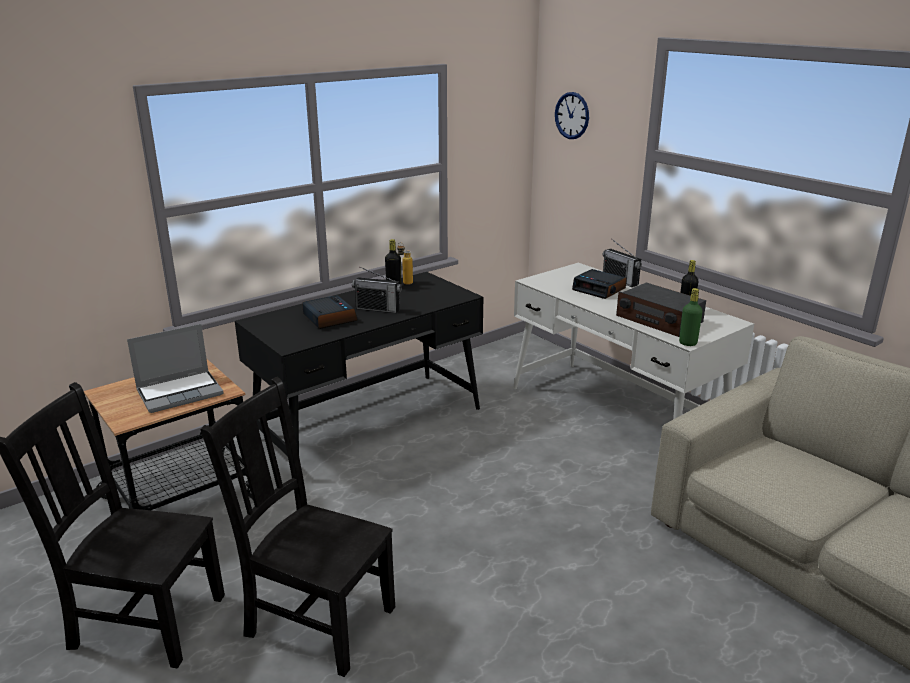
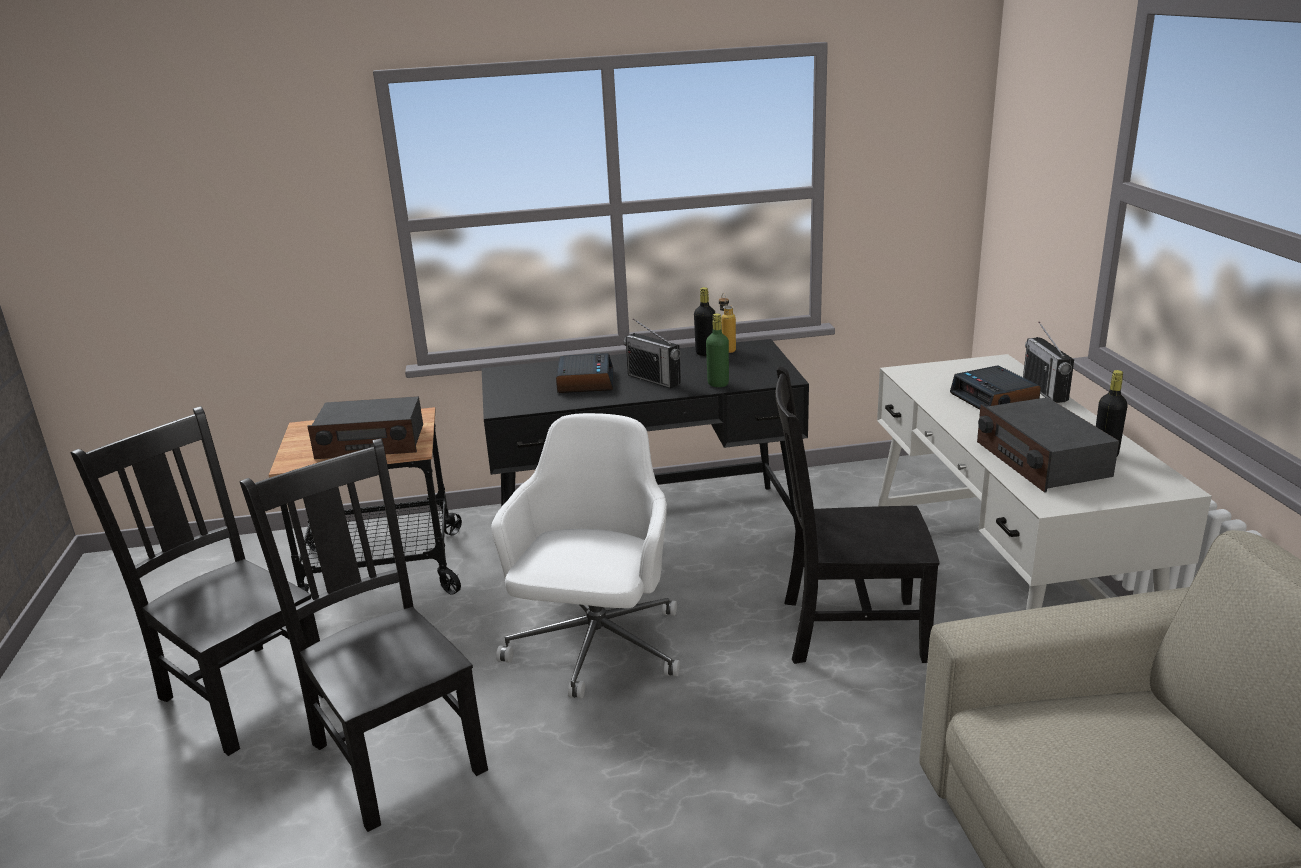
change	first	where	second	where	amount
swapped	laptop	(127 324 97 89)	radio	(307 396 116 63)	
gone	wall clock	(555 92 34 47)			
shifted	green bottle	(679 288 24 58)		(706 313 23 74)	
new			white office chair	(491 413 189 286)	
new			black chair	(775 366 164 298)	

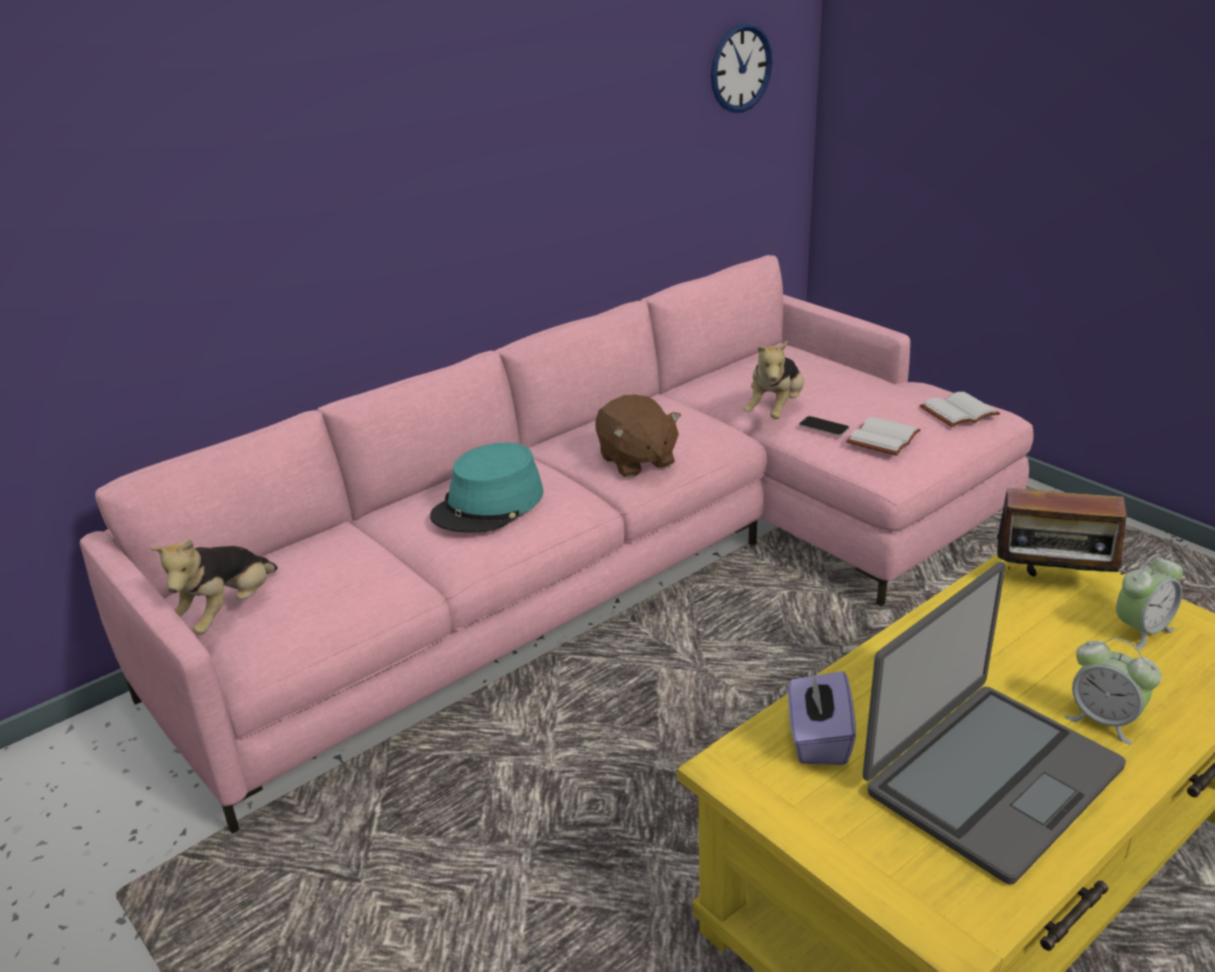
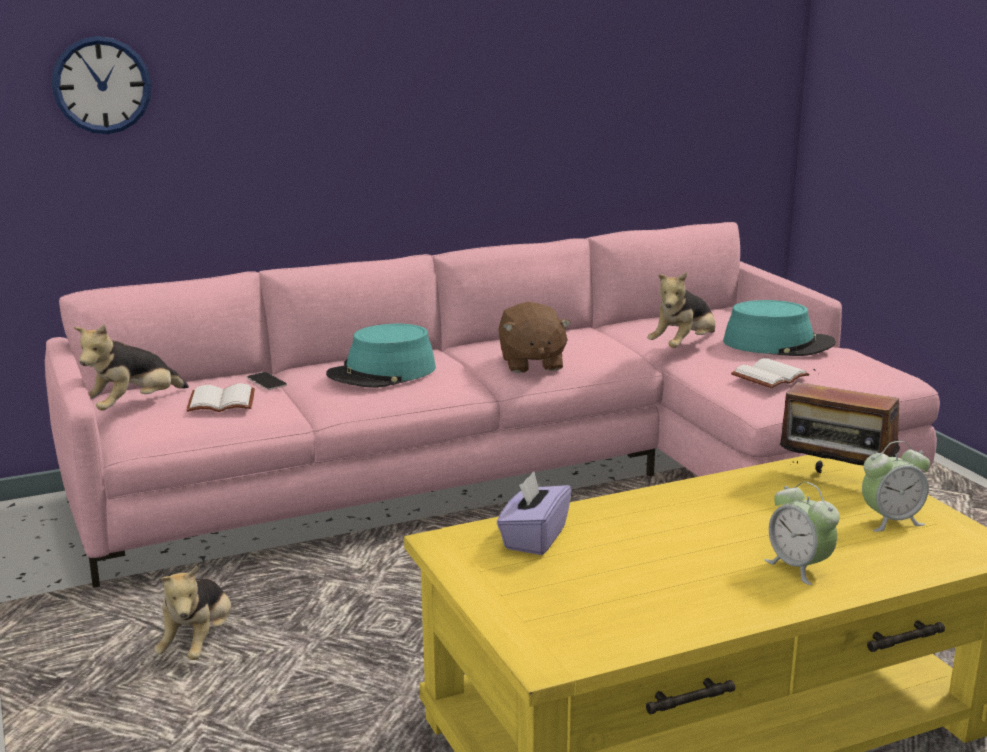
change	first	where	second	where	amount
shifted	wall clock	(711 23 61 90)		(52 36 99 98)	
shifted	phone	(799 416 50 20)		(247 372 40 18)	
gone	laptop	(863 562 263 322)			
shifted	white book	(920 392 80 35)		(186 383 69 29)	
new			plush toy	(154 566 77 94)	
new			turquoise hat	(723 300 113 56)	

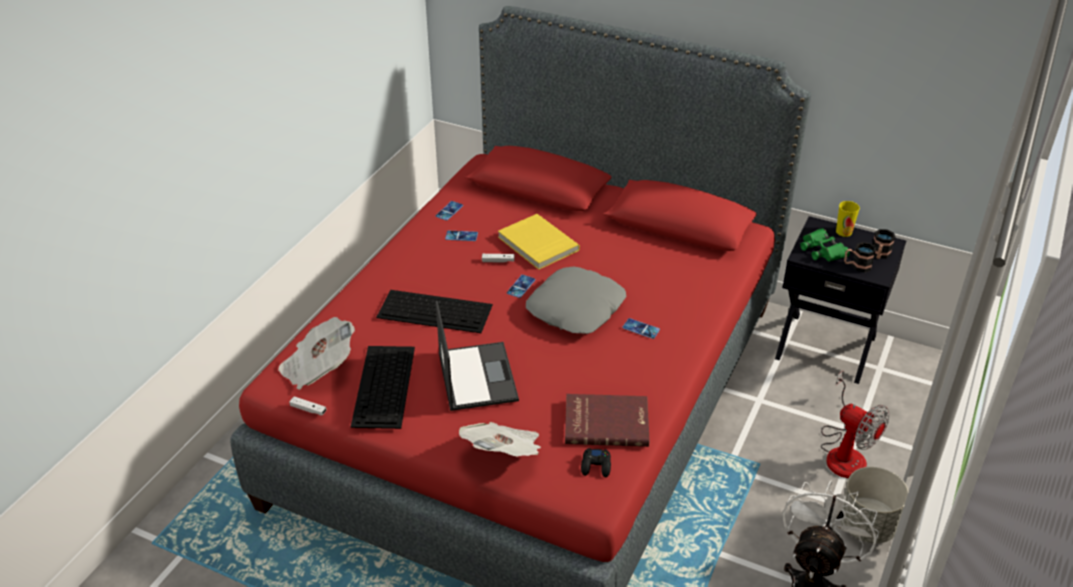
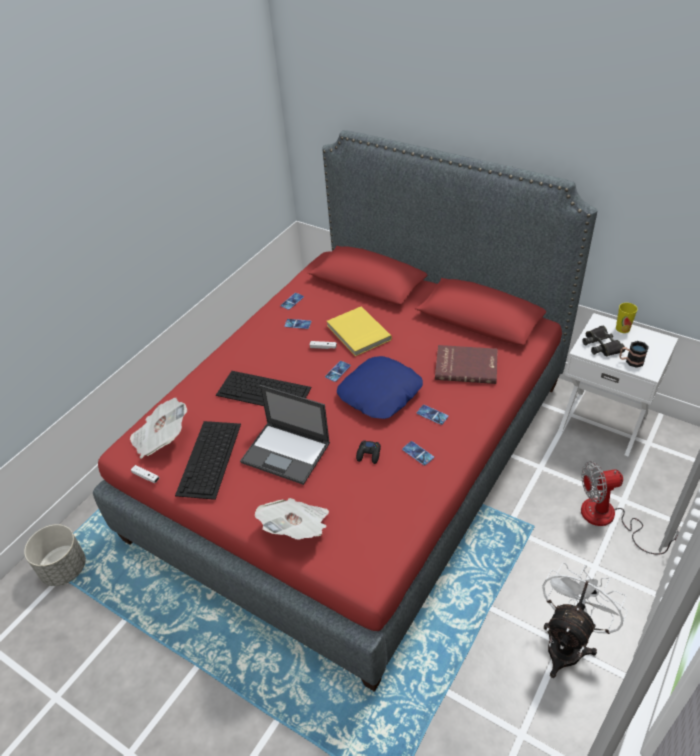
change	first	where	second	where	amount
rotated	laptop	(436 301 83 110)		(240 385 90 100)	120 degrees clockwise
repainted	grey pillow	(526 267 100 67)	blue pillow	(337 356 86 63)	
shifted	red book	(565 394 84 53)		(435 345 62 39)	
shifted	black game controller	(581 448 30 29)		(356 440 25 24)	
repainted	black nightstand	(775 216 131 168)	white nightstand	(559 313 119 143)	
repainted	green binoculars	(800 228 50 34)	black binoculars	(582 326 43 30)	
rotated	fan	(821 370 68 108)		(581 461 98 94)	120 degrees clockwise
shifted	grey planter	(841 467 68 76)		(24 524 62 62)	
gone	mug	(872 229 23 30)			
new			phone	(402 441 32 25)	

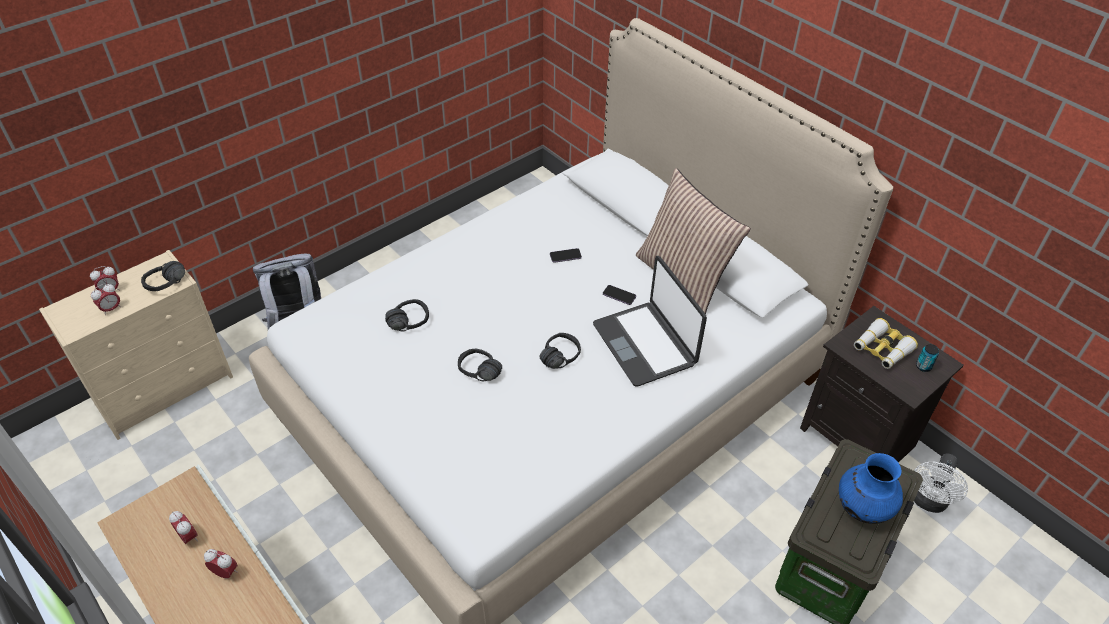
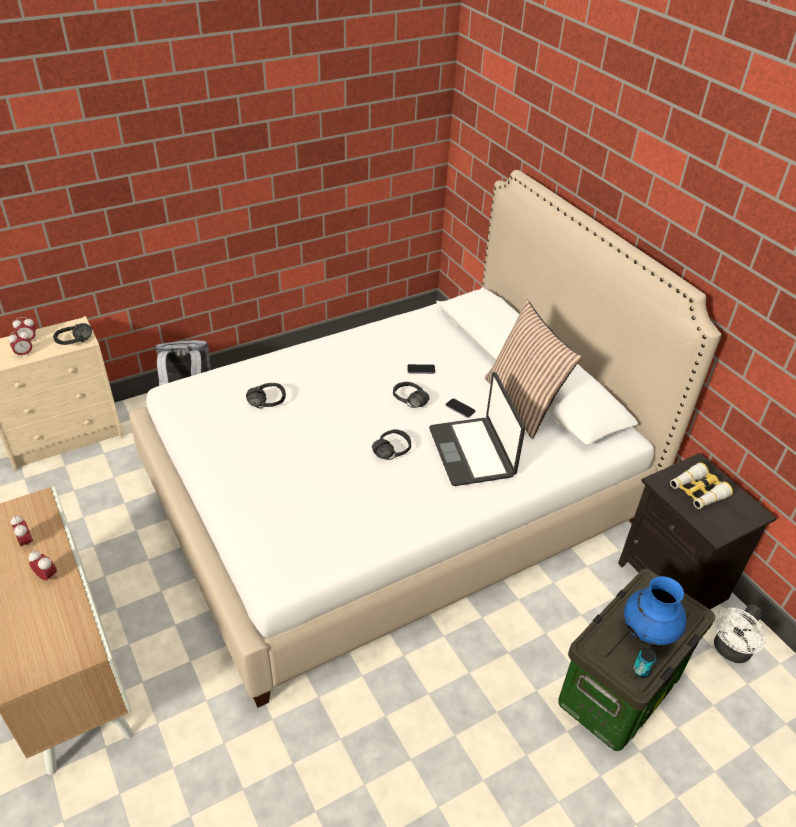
change	first	where	second	where	amount
shifted	black headphones	(458 348 44 33)		(393 382 37 26)	
shifted	can	(916 344 23 28)		(633 648 24 30)	

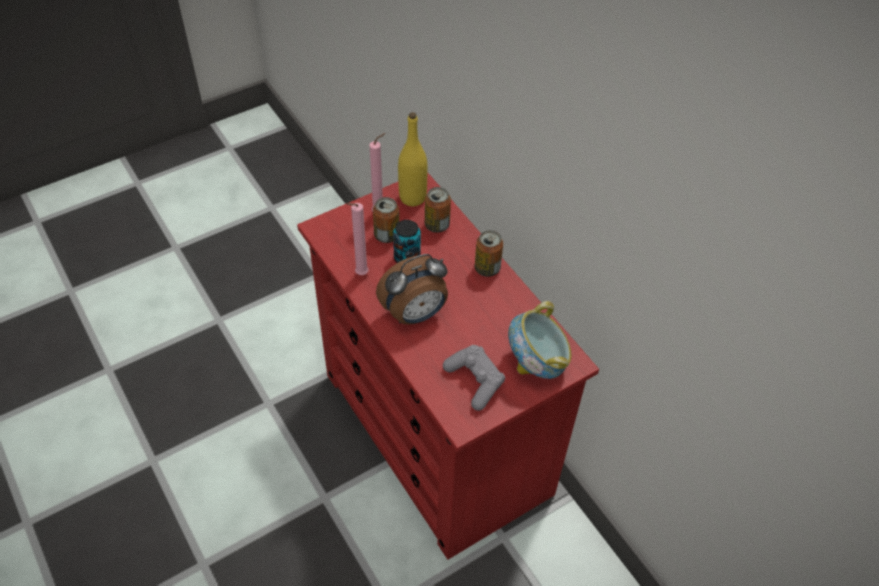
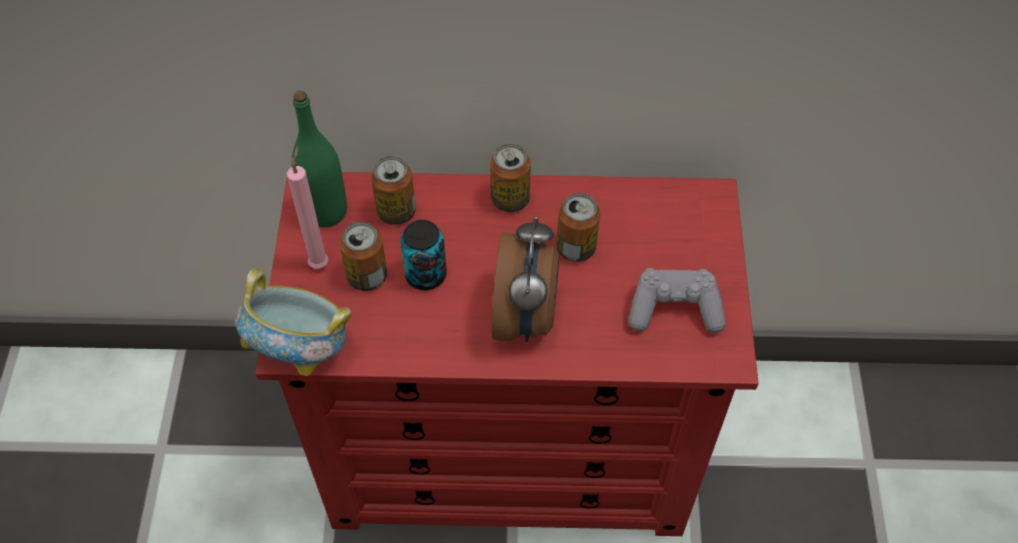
change	first	where	second	where	amount
gone	pink candle	(347 203 22 72)			
repainted	yellow bottle	(398 112 30 94)	green bottle	(291 91 56 136)	
shifted	bowl	(508 301 63 78)		(235 268 117 108)	
new			can	(556 193 44 69)	

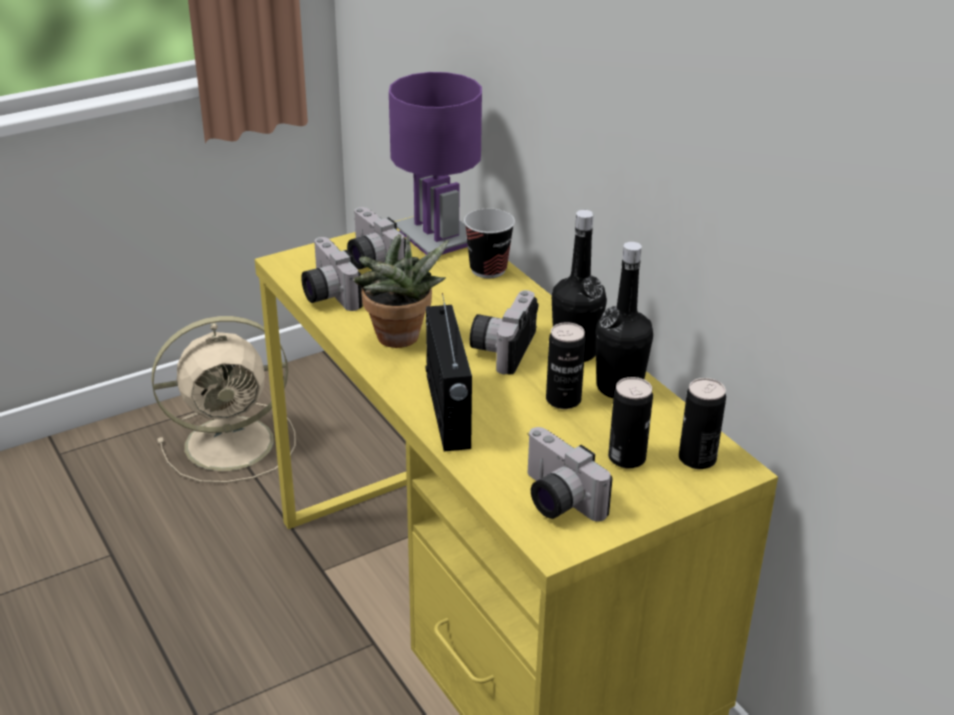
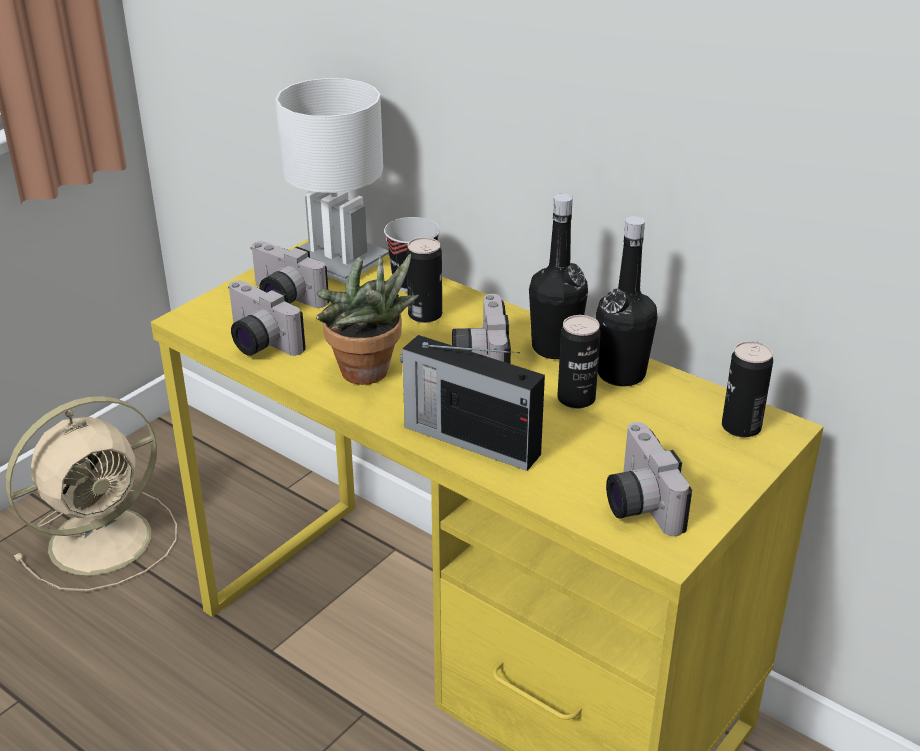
change	first	where	second	where	amount
repainted	purple table lamp	(389 72 93 183)	white table lamp	(275 78 114 205)	
rotated	radio	(425 293 47 158)		(400 335 145 136)	150 degrees clockwise
rotated	photo camera	(527 427 86 95)		(606 422 86 114)	45 degrees clockwise
shifted	can	(608 377 45 91)		(406 237 36 86)	

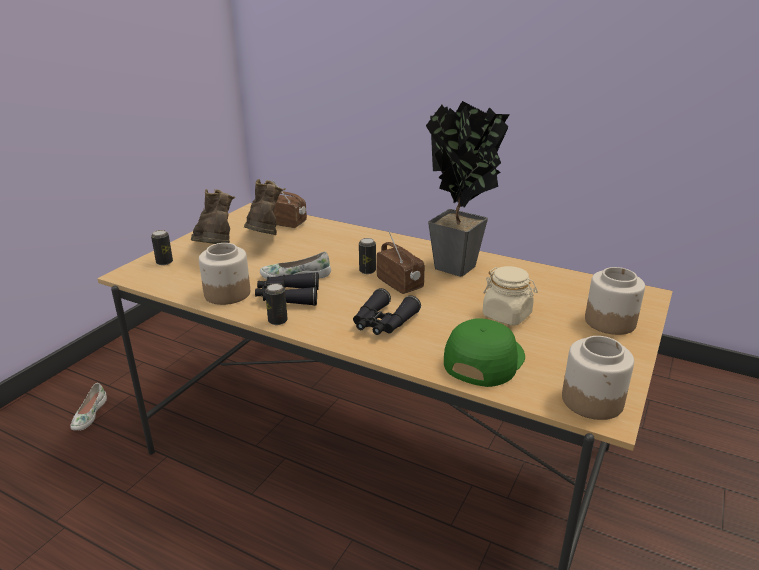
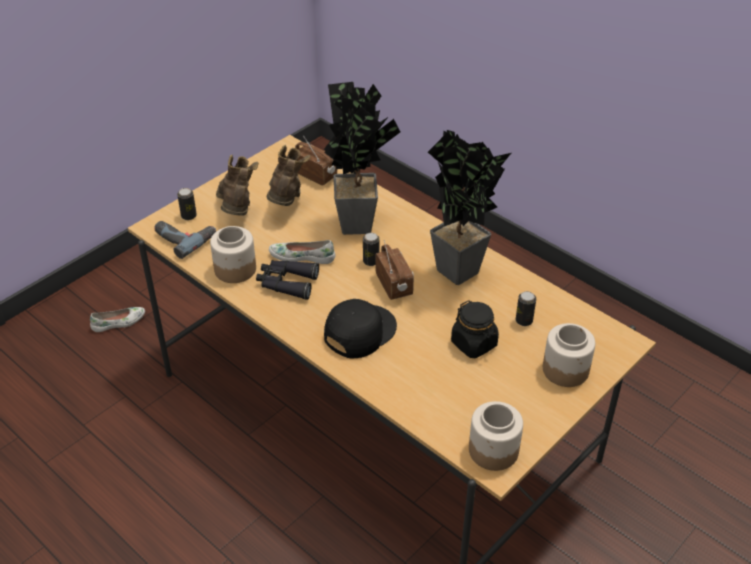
change	first	where	second	where	amount
rotated	white shoe	(70 383 37 48)		(90 307 55 25)	135 degrees counterclockwise
shifted	can	(265 284 23 41)		(516 291 20 35)	
swapped	black binoculars	(353 288 68 47)	black cap	(324 299 73 59)	
gone	green cap	(444 318 81 69)			
repainted	beige jar	(483 266 55 60)	black jar	(451 300 48 58)	
new			power drill	(154 221 62 38)	
new			potted plant	(324 82 76 153)	

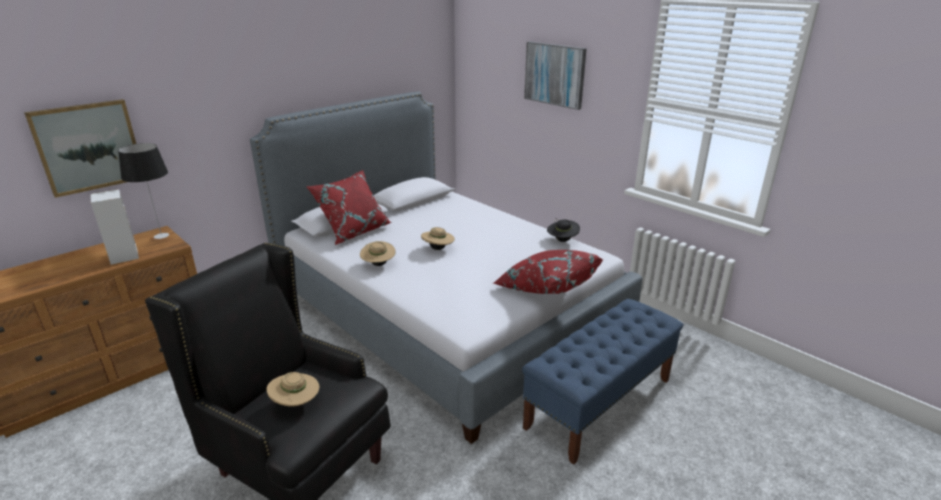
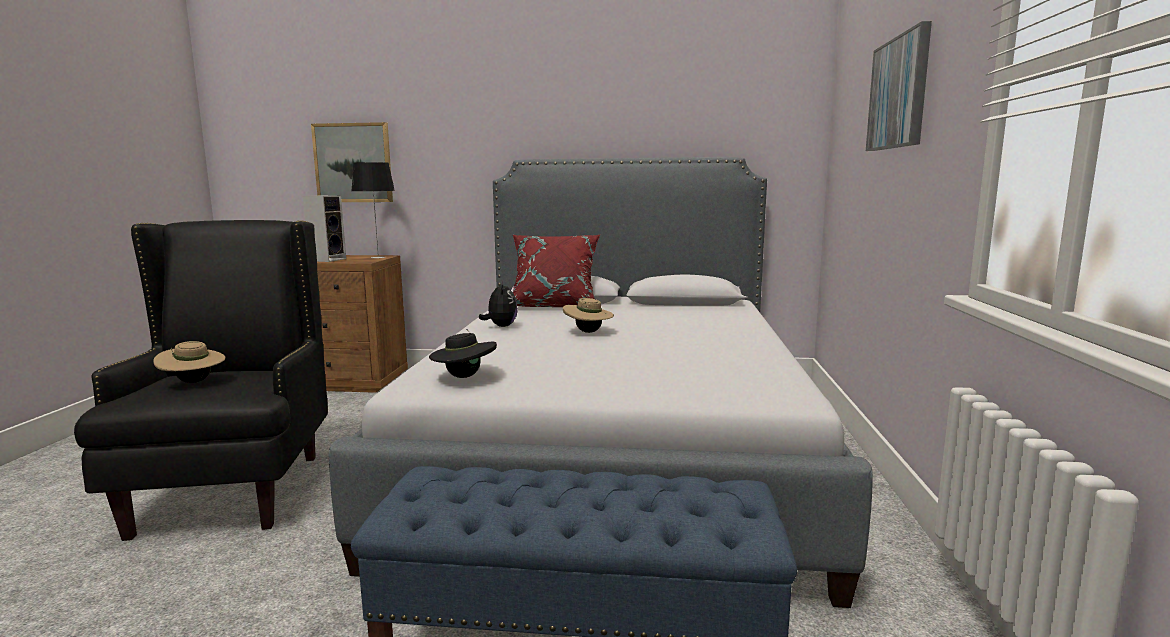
change	first	where	second	where	amount
swapped	beige hat	(360 241 36 25)	plush toy	(479 281 39 46)	
gone	red pillow	(493 250 110 44)			
shifted	black hat	(547 218 33 24)		(429 329 68 49)	

